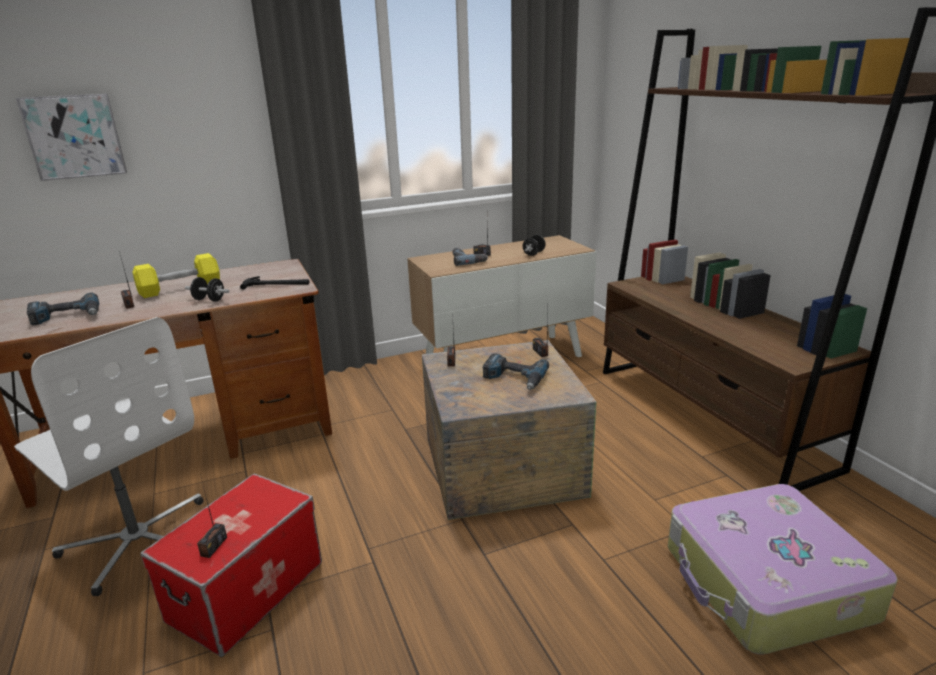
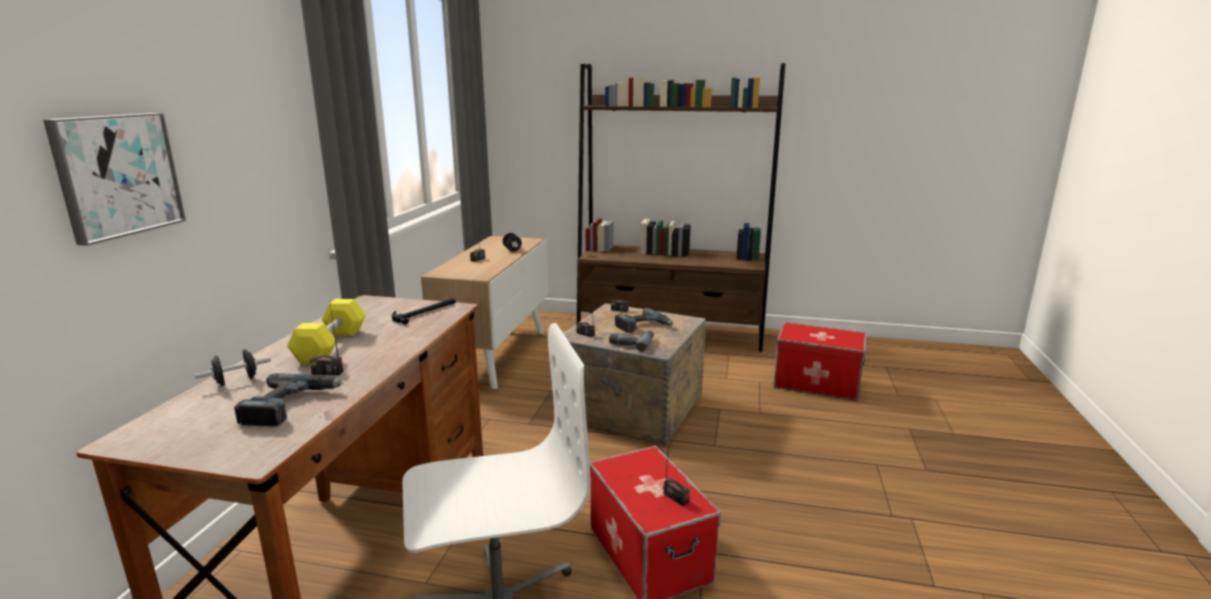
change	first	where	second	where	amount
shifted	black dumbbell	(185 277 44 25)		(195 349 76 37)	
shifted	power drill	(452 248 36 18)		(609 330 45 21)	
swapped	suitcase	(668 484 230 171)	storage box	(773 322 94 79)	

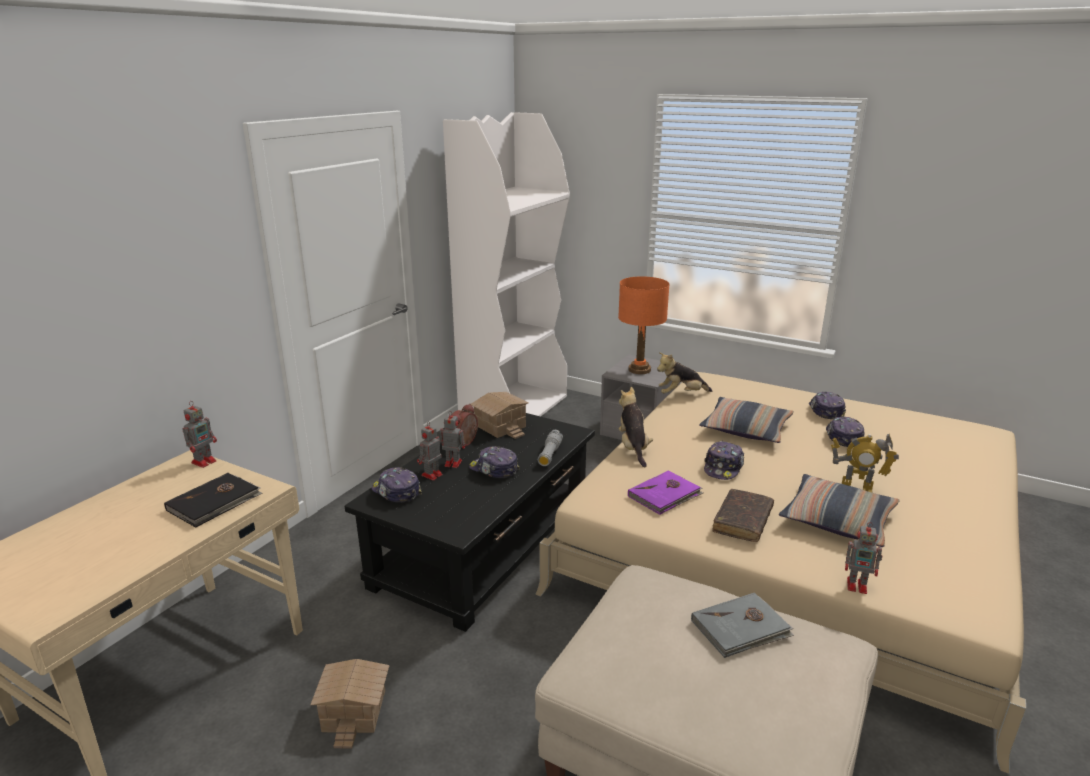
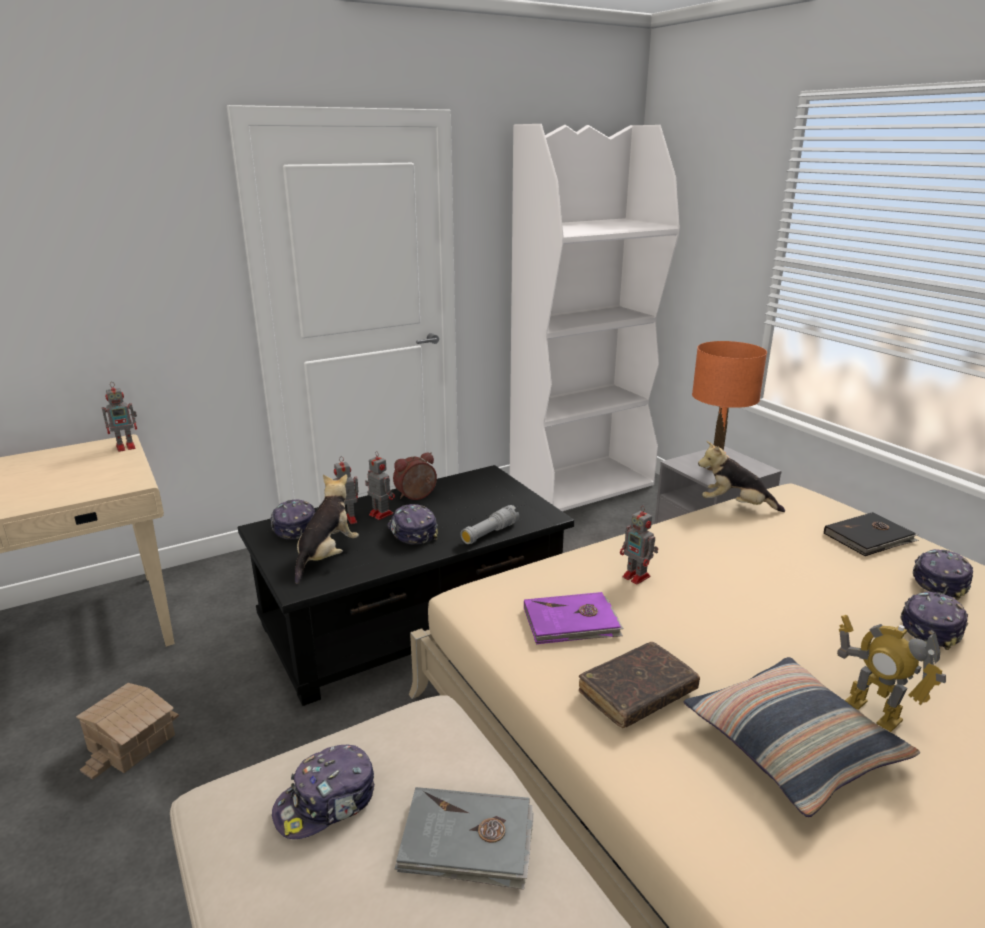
change	first	where	second	where	amount
shifted	black book	(164 473 99 54)		(824 512 95 44)	
gone	toy house	(471 392 57 47)			
shifted	plush toy	(619 387 34 80)		(295 474 64 110)	
gone	pillow	(699 397 95 46)			
shifted	cap	(704 441 40 39)		(272 745 103 94)	
shifted	toy robot	(845 522 37 72)		(620 506 38 78)	

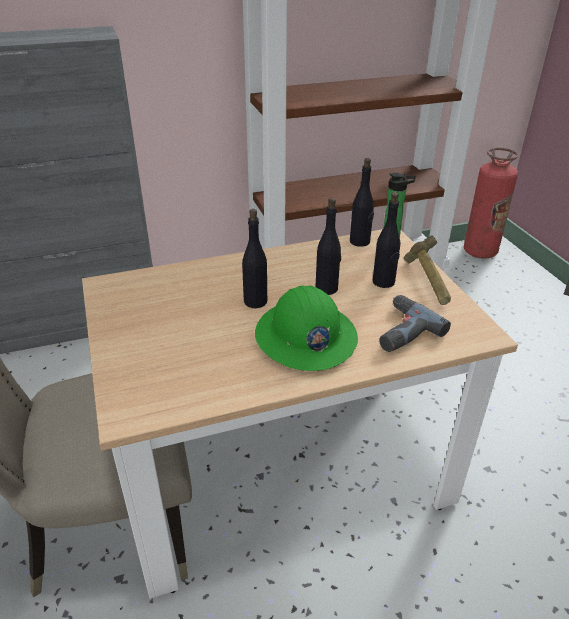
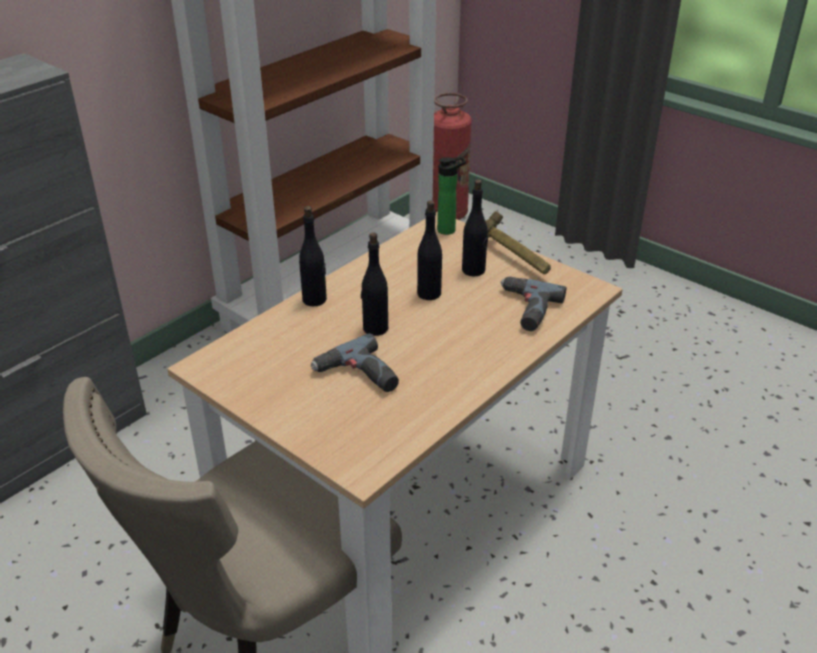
change	first	where	second	where	amount
gone	green hard hat	(255 286 103 85)			
shifted	black bottle	(350 158 24 89)		(299 206 28 100)	
new			power drill	(311 333 88 59)	

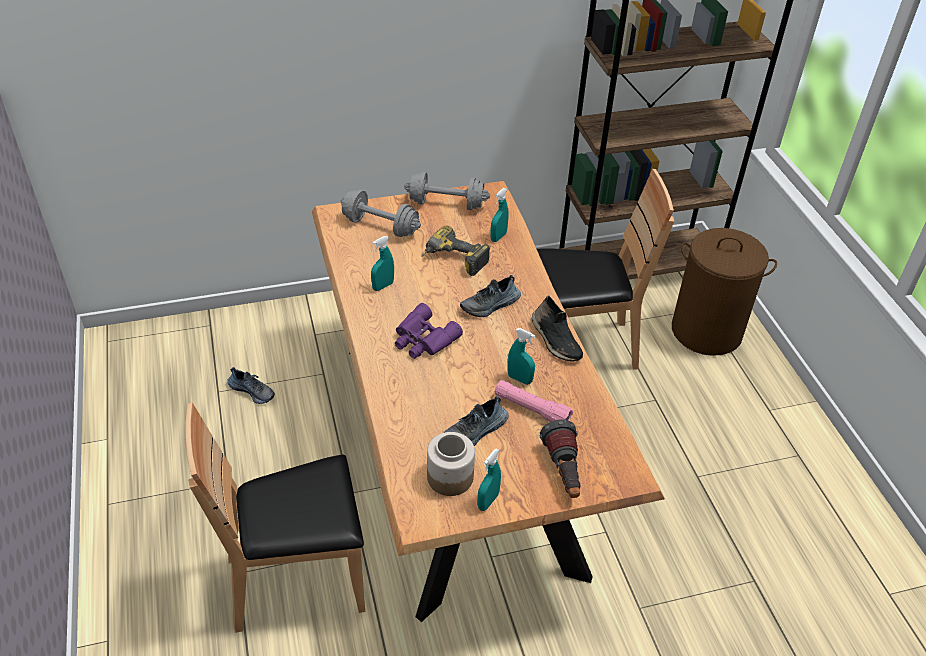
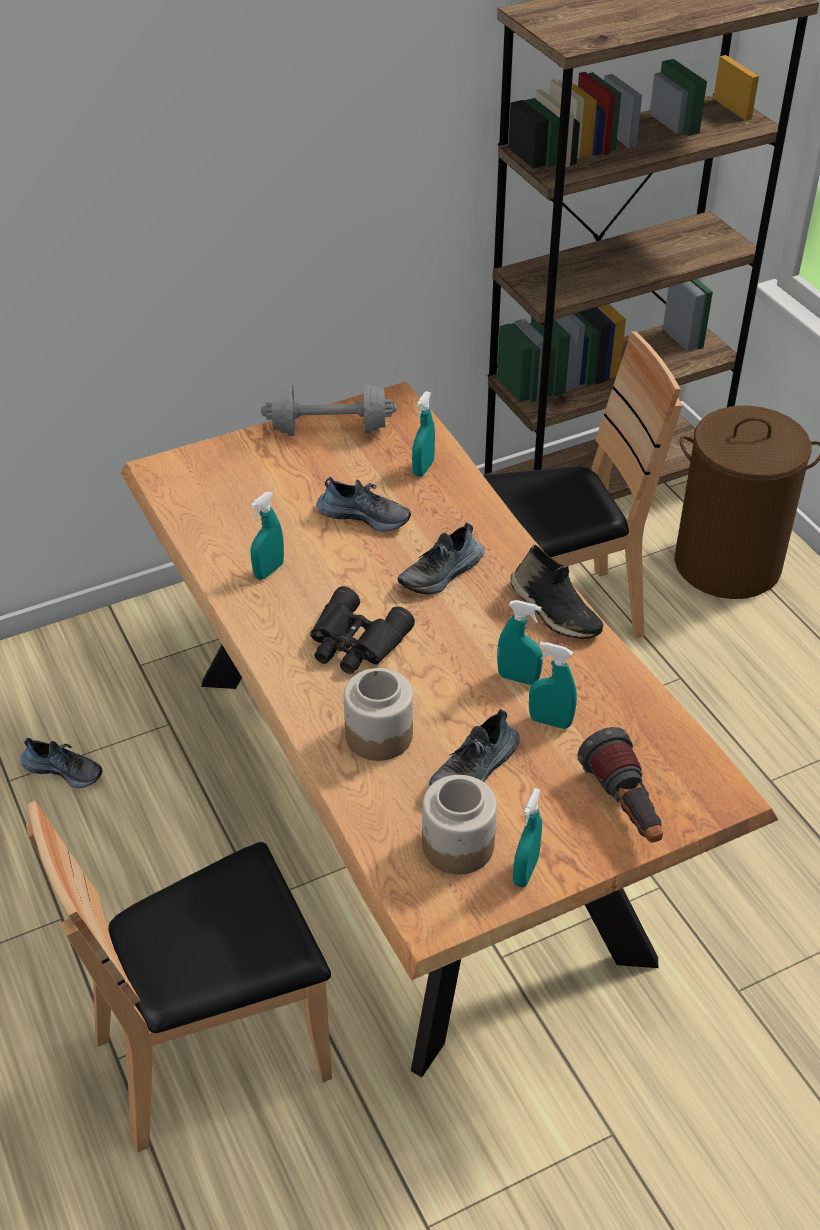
change	first	where	second	where	amount
gone	grey dumbbell	(341 190 80 47)			
repainted	purple binoculars	(395 303 68 56)	black binoculars	(310 586 105 88)	
swapped	power drill	(421 226 69 50)	shoe	(316 477 95 55)	
swapped	pink flashlight	(495 380 78 42)	turquoise spray bottle	(529 642 48 87)	
new			jar	(344 668 69 93)	

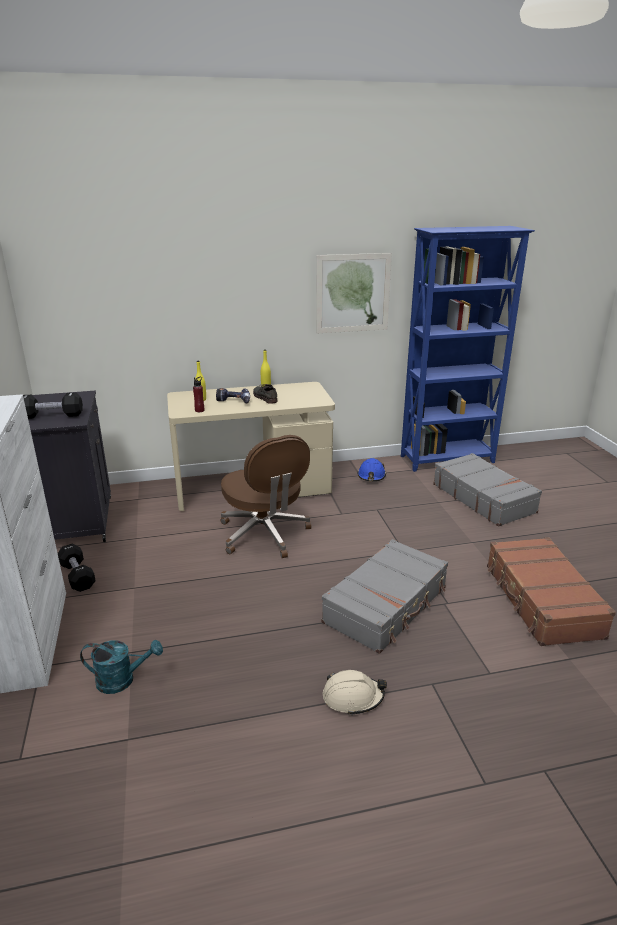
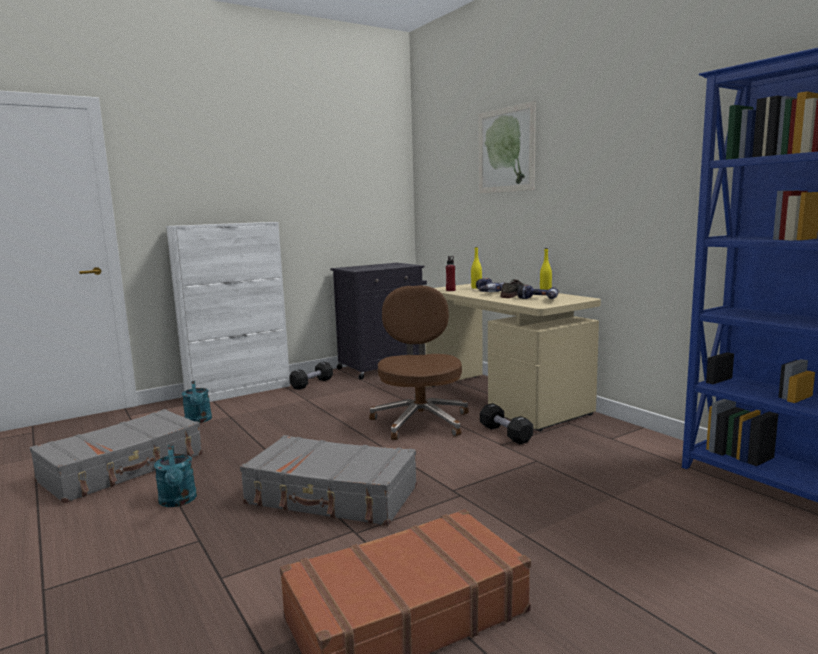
change	first	where	second	where	amount
shifted	black dumbbell	(23 393 60 26)		(480 403 53 41)	
rotated	brown office chair	(221 435 90 123)		(369 285 100 155)	135 degrees clockwise
shifted	picture	(316 253 76 80)		(478 101 58 93)	
swapped	beige hard hat	(323 670 64 46)	turquoise watering can	(154 444 43 63)	
gone	blue hard hat	(357 458 29 23)			
shifted	grey suitcase	(433 453 109 73)		(30 409 173 94)	
new			power drill	(518 285 41 14)	

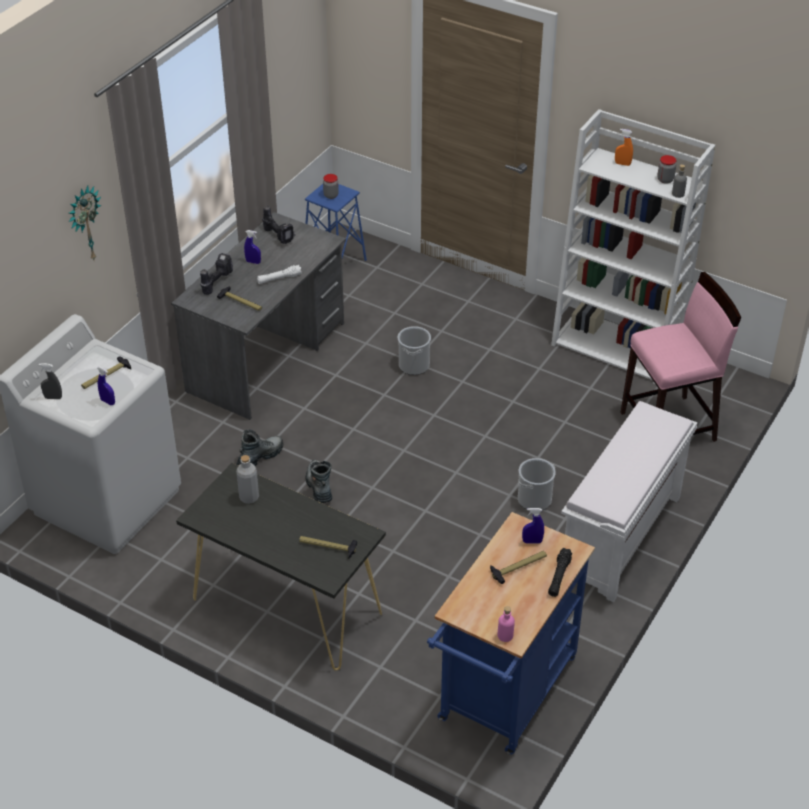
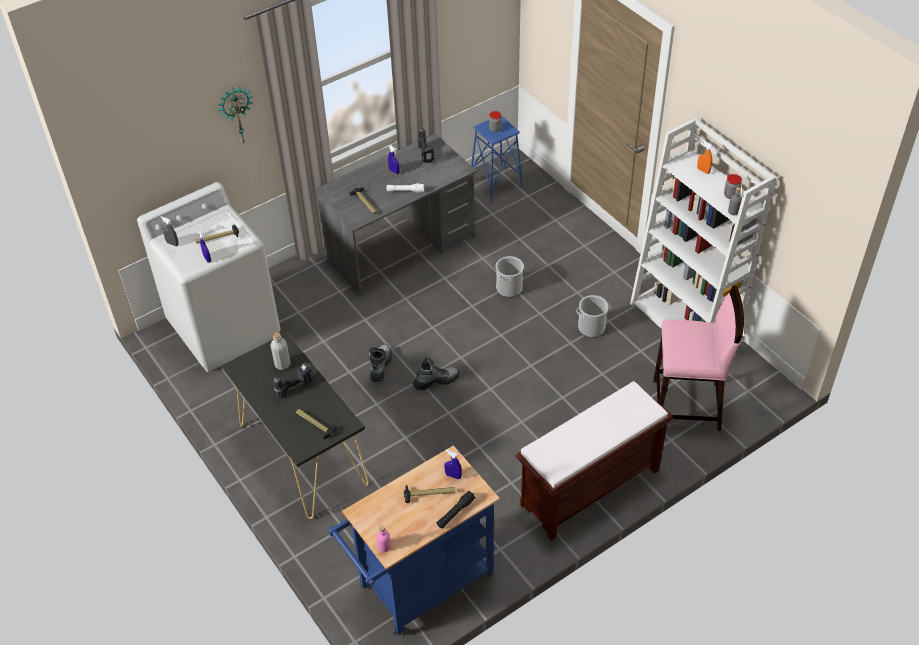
change	first	where	second	where	amount
shifted	power drill	(200 253 33 42)		(274 362 39 36)	
shifted	boot	(236 429 47 37)		(413 357 46 33)	
shifted	bucket	(518 458 38 53)		(576 295 34 42)	
repainted	white bench	(561 401 136 201)	brown bench	(515 381 158 160)	

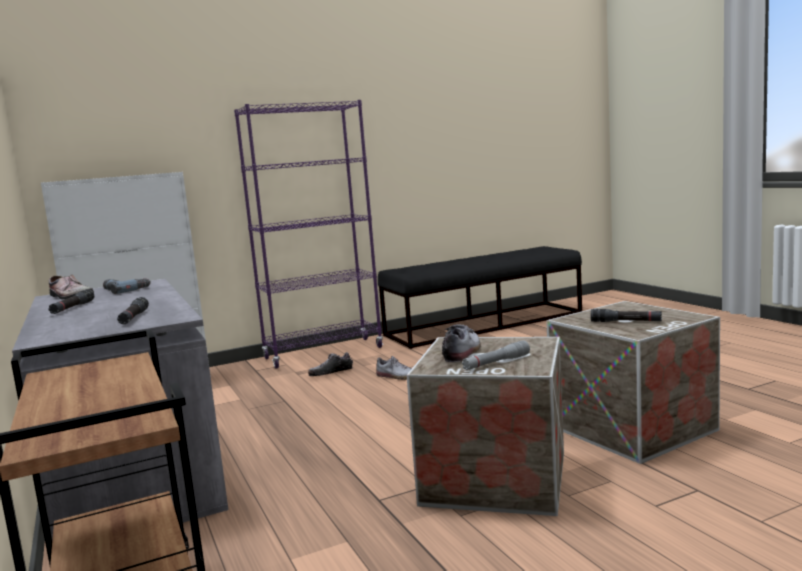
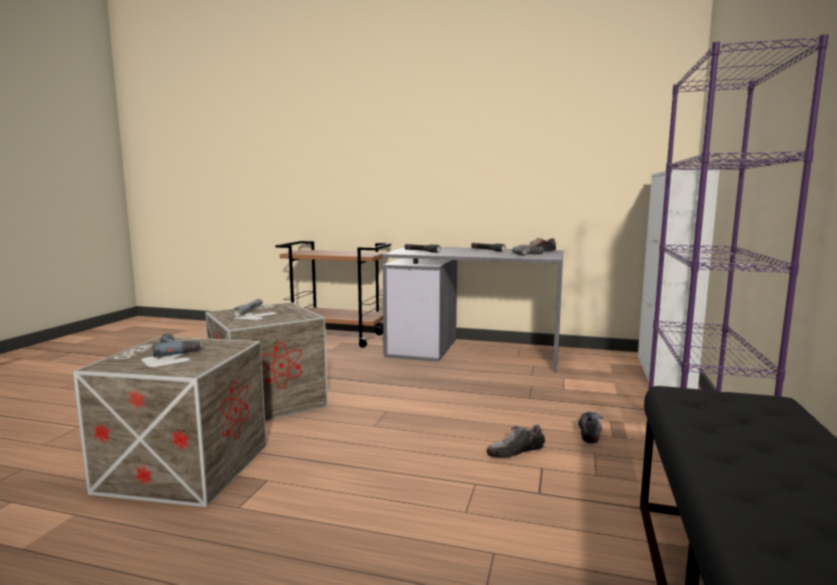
change	first	where	second	where	amount
gone	shoe	(442 324 39 38)			
swapped	black flashlight	(591 309 71 13)	power drill	(152 333 51 24)	

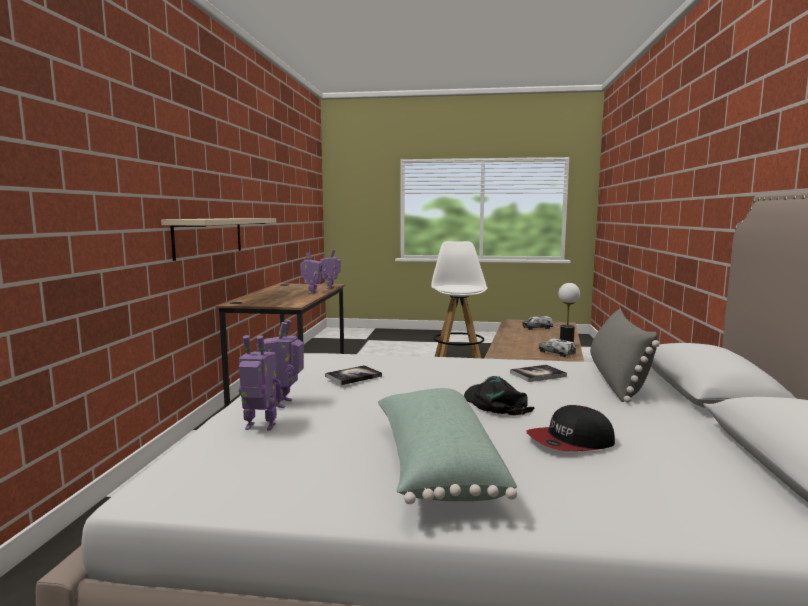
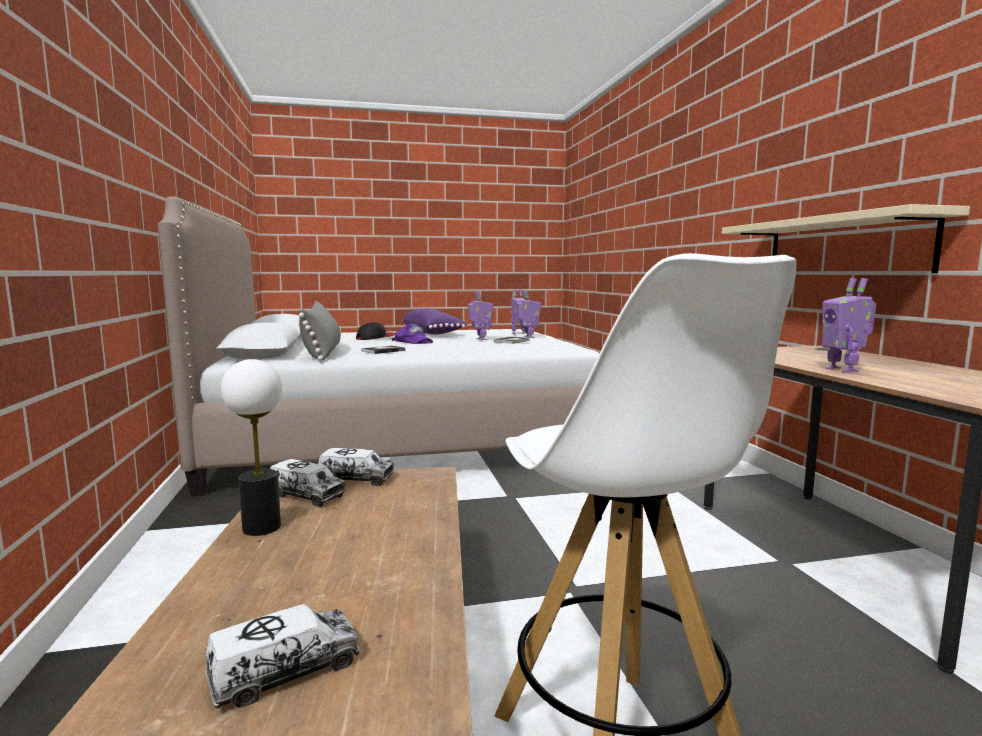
change	first	where	second	where	amount
shifted	toy robot	(320 249 21 40)		(468 292 26 48)	
repainted	green pillow	(378 388 139 116)	purple pillow	(402 308 65 27)	
repainted	black cap	(464 376 71 40)	purple cap	(391 323 42 21)	
new			toy truck	(318 448 76 38)	

